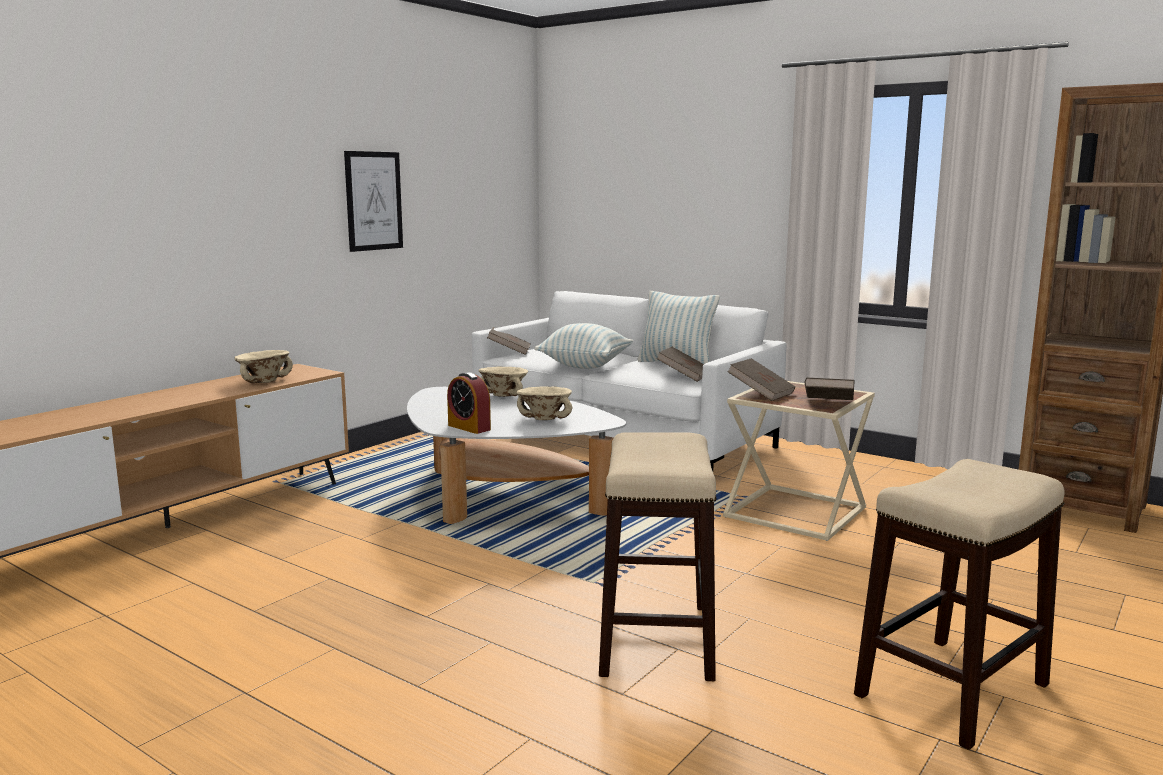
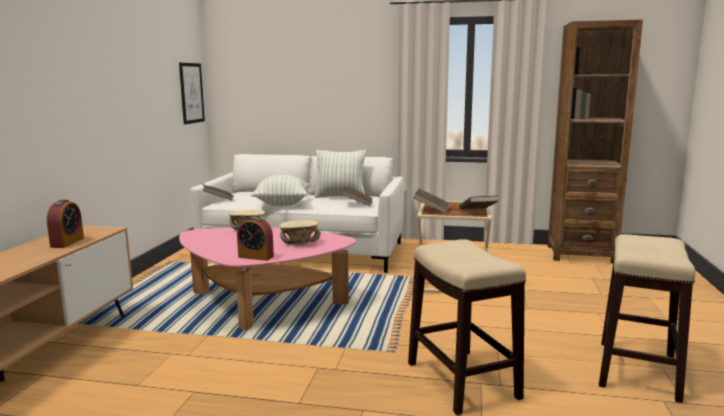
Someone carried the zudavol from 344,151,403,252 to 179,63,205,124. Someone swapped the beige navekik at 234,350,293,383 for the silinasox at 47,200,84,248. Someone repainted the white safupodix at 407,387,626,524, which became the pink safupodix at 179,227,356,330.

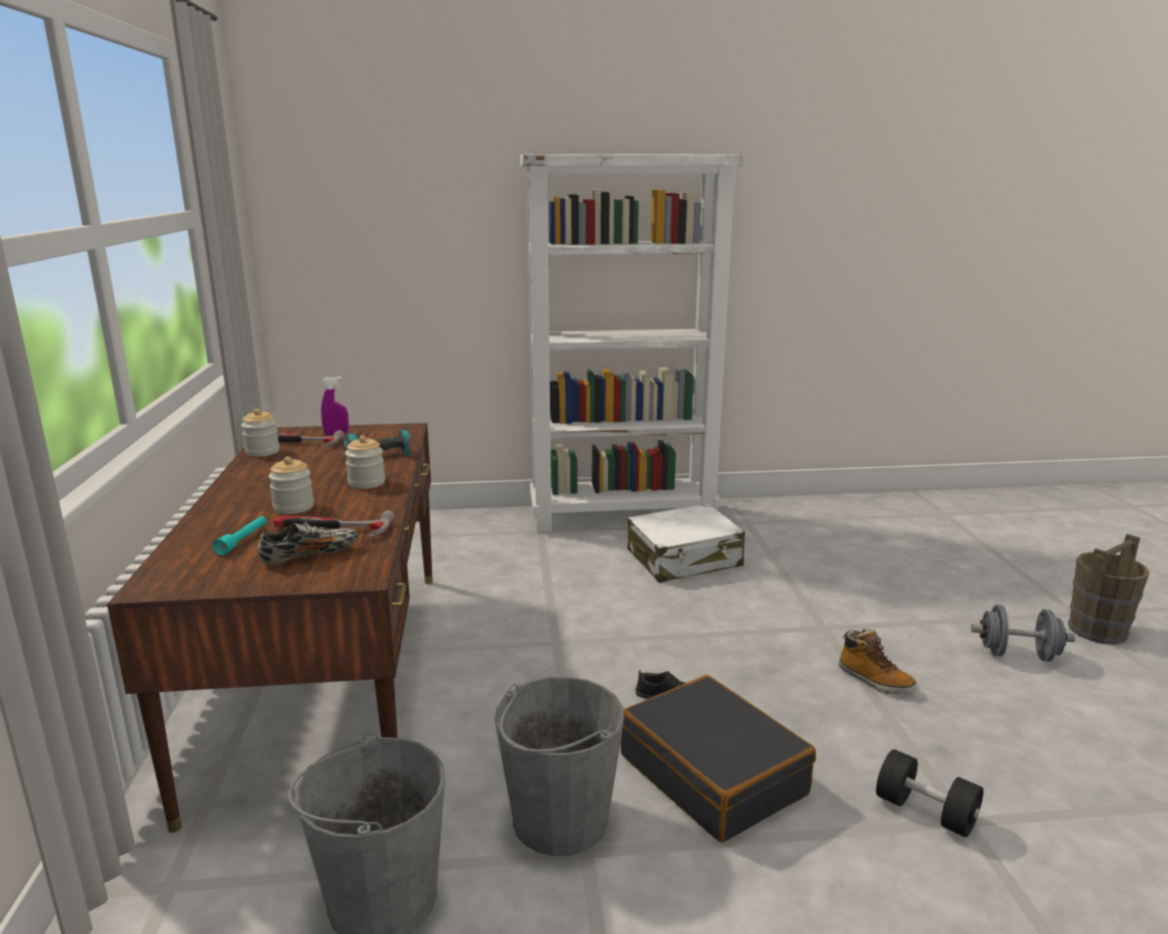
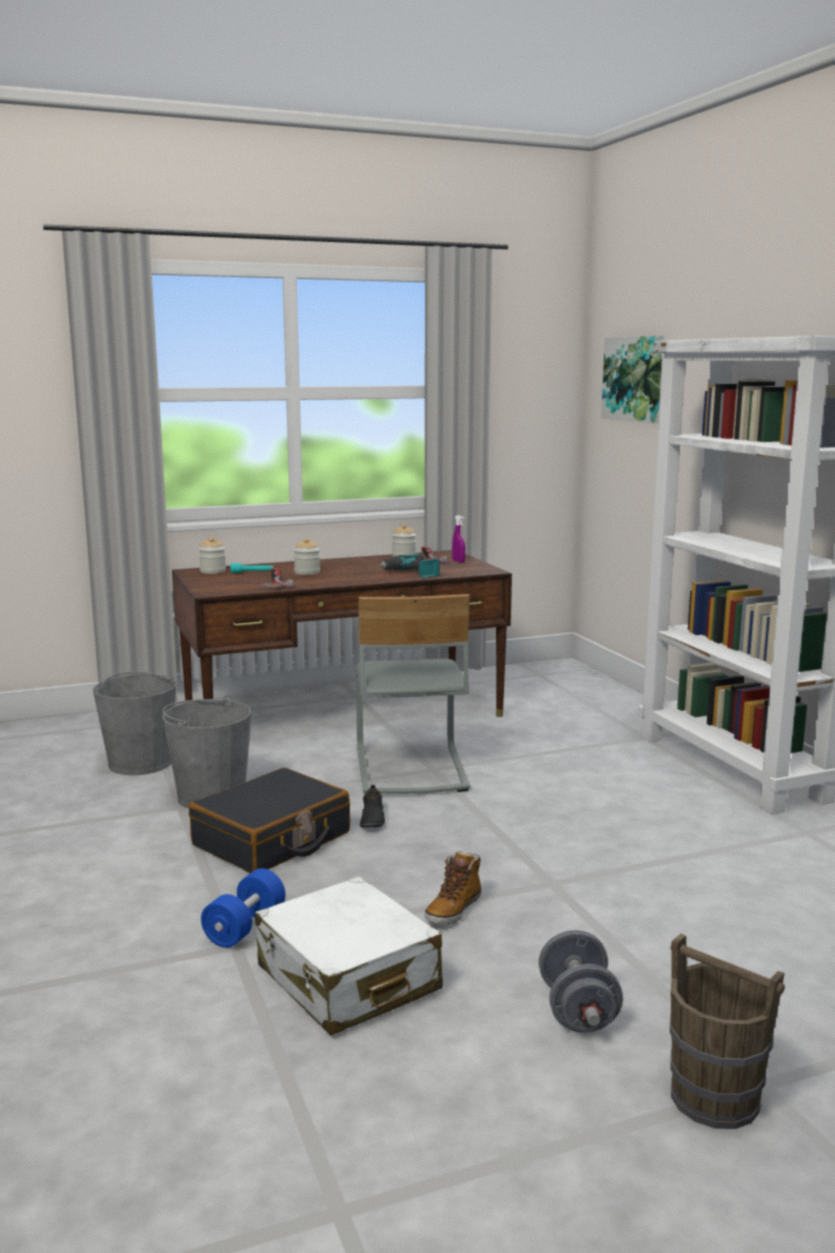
Someone carried the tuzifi from 345,436,385,489 to 199,537,226,574. Someone carried the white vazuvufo from 627,503,745,583 to 255,876,443,1035. Someone took away the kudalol at 258,522,358,565. Someone repainted the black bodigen at 876,749,984,838, which became the blue bodigen at 201,868,285,948. Someone put up the zudavol at 601,336,663,423. Someone put down the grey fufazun at 355,594,470,794.

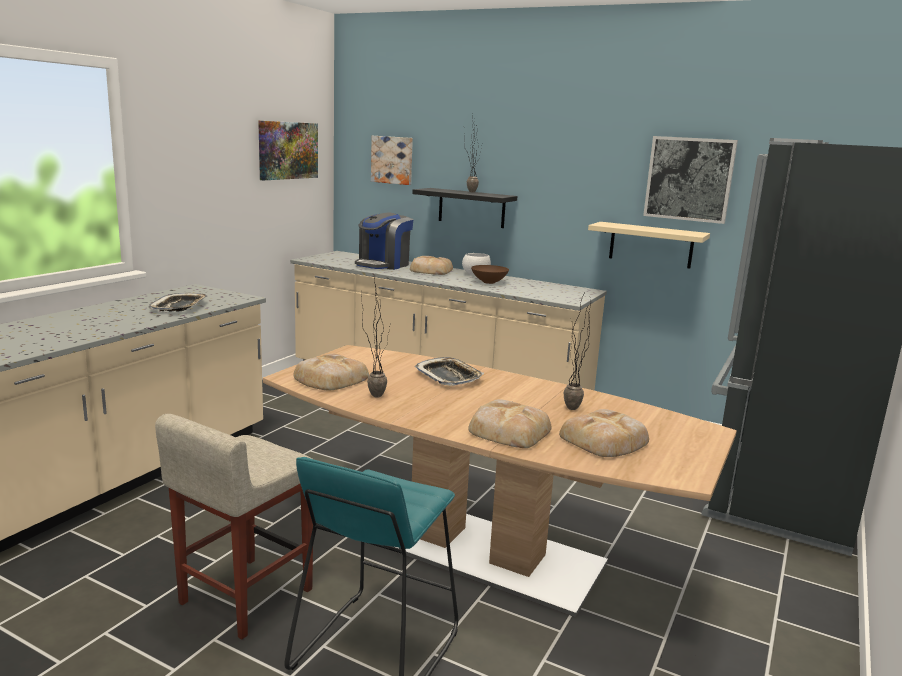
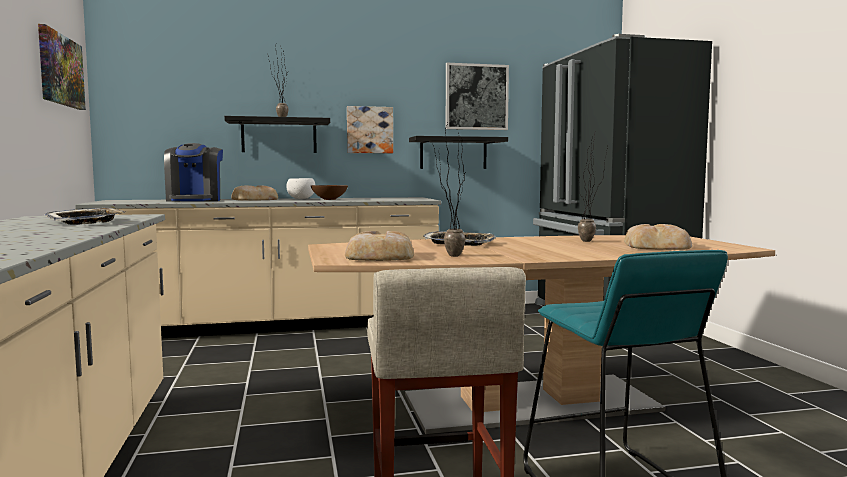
Someone carried the zudavol from 371,136,413,185 to 347,106,393,153. Someone repainted the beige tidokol at 588,222,710,268, which became the black tidokol at 409,136,508,169. Someone took away the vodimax at 468,399,551,448.

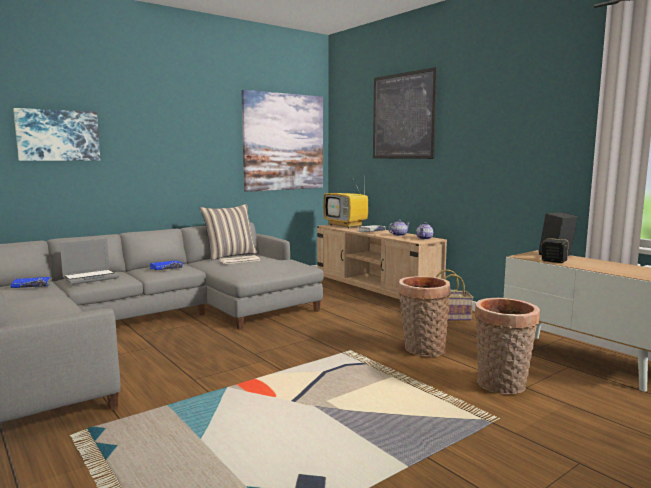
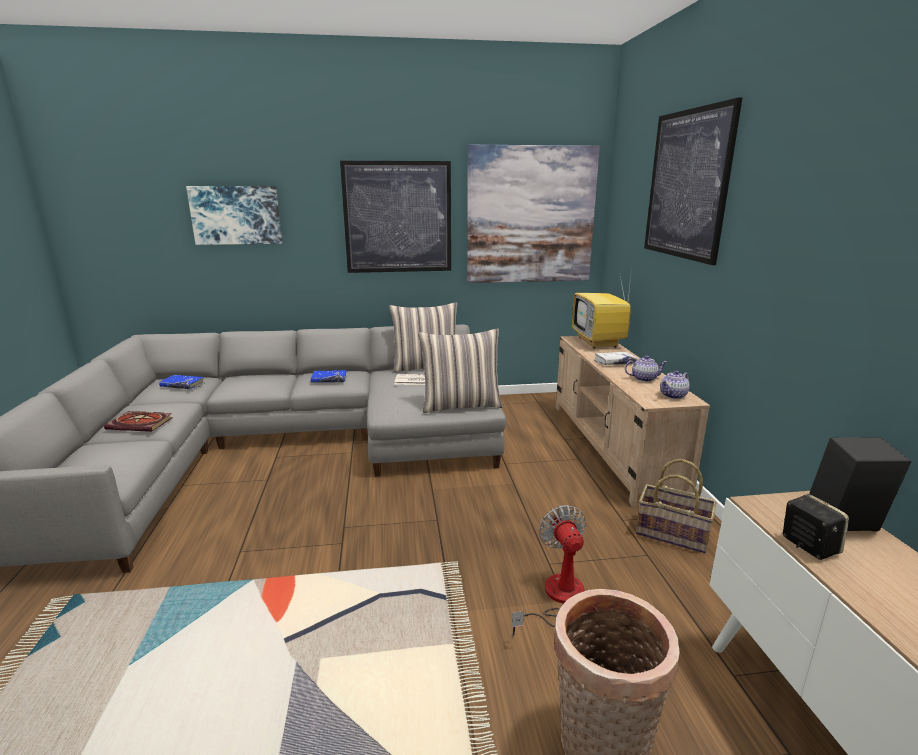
Someone took away the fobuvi at 60,239,119,285. Someone swapped the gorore at 398,276,451,357 for the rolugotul at 512,505,586,636. Someone put up the zudavol at 340,161,451,273. Someone put down the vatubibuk at 418,329,503,413. Someone put down the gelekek at 104,411,173,432.

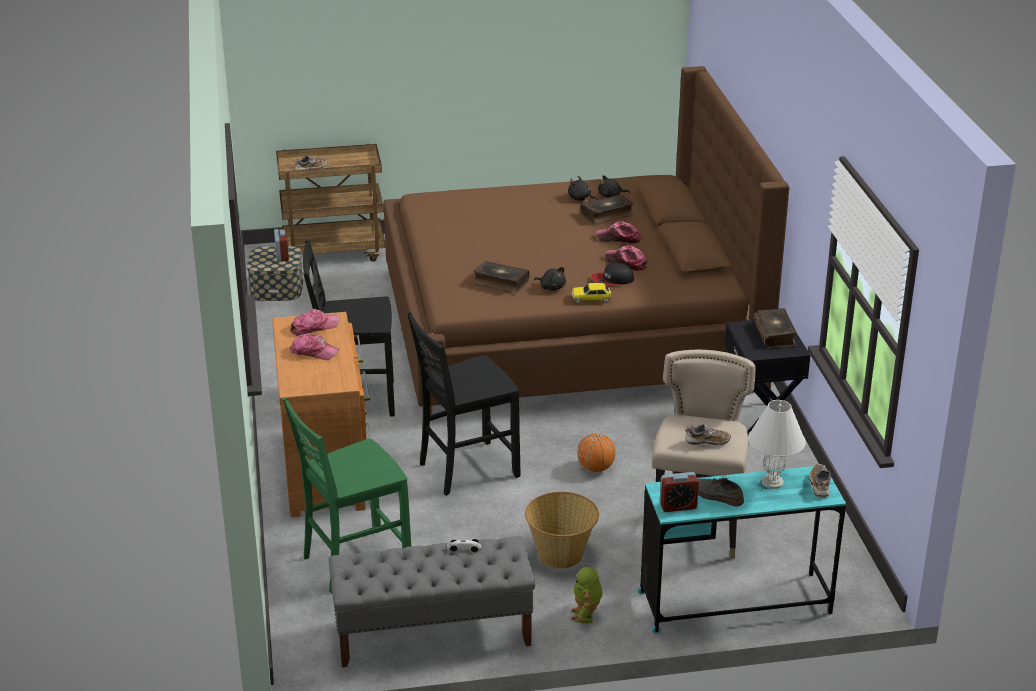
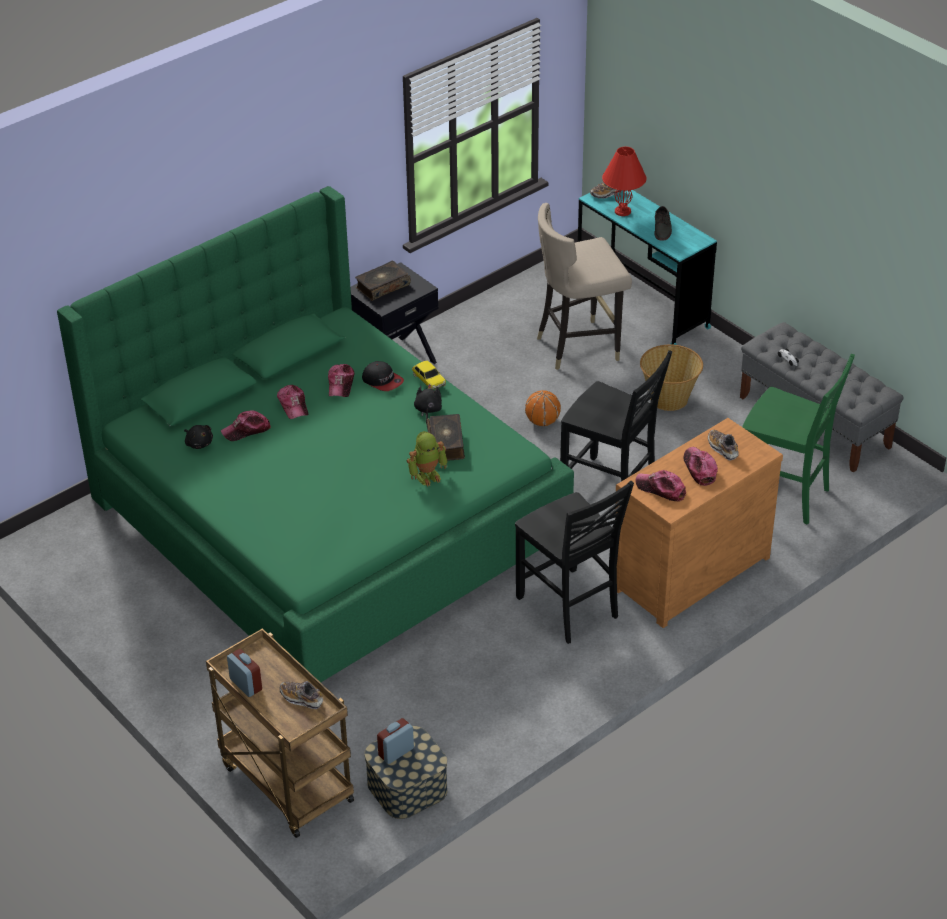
Someone repainted the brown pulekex at 383,66,789,415, which became the green pulekex at 57,186,574,682. Someone took away the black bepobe at 568,176,598,202. Someone swapped the gelekek at 580,194,634,225 for the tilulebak at 221,410,271,441. Someone repainted the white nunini at 748,400,806,489, which became the red nunini at 602,147,647,216. Someone carried the kudalol from 685,424,731,445 to 708,430,739,460. Someone carried the silinasox from 660,472,699,512 to 227,649,262,697. Someone carried the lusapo from 571,567,603,623 to 407,431,448,486.

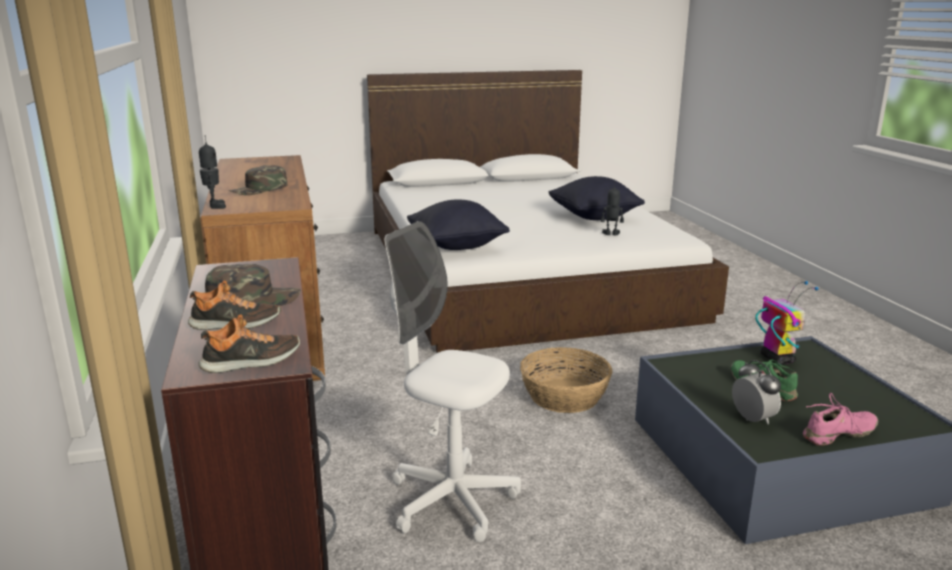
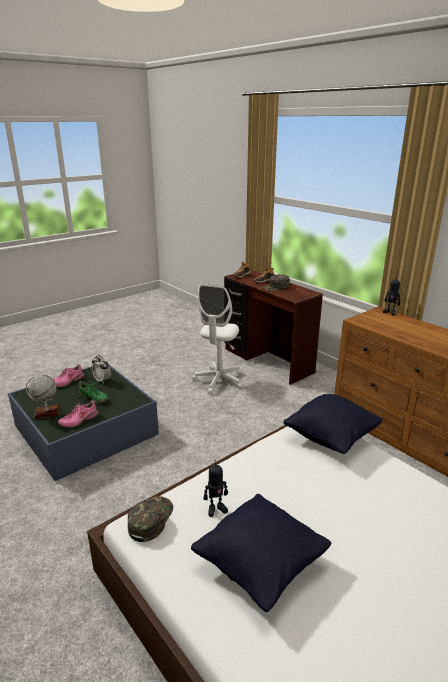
Someone carried the green tilulebak from 229,165,287,196 to 128,496,173,542. Someone rotated the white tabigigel at 385,221,521,542 by 105 degrees clockwise. Someone swapped the lusapo at 755,281,819,365 for the pink kudalol at 58,400,98,427. Someone took away the gorore at 520,347,613,413. Someone put down the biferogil at 26,375,60,419.

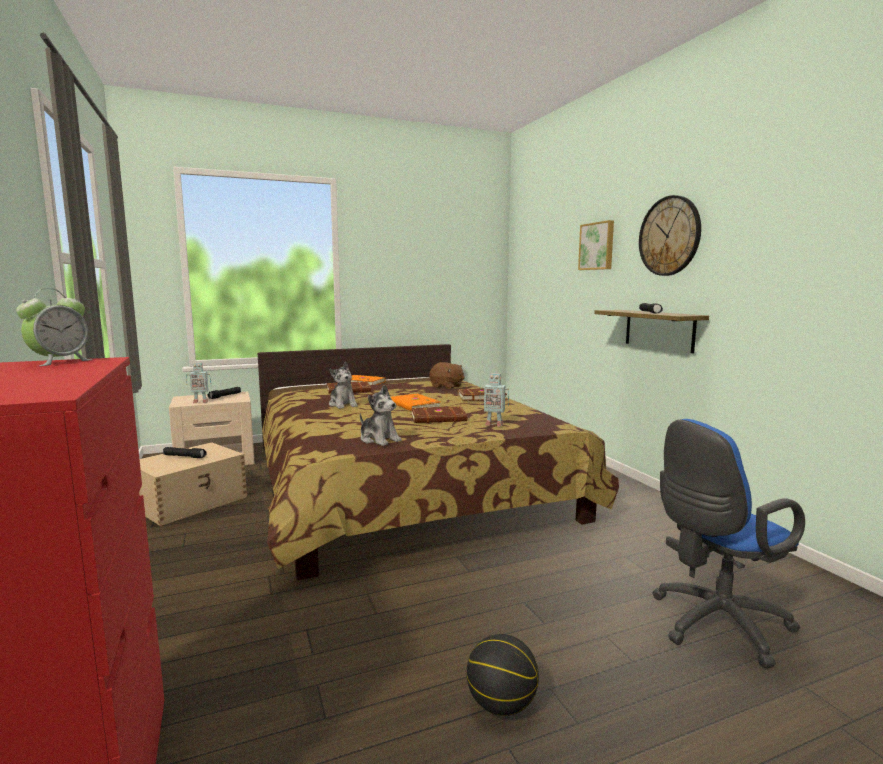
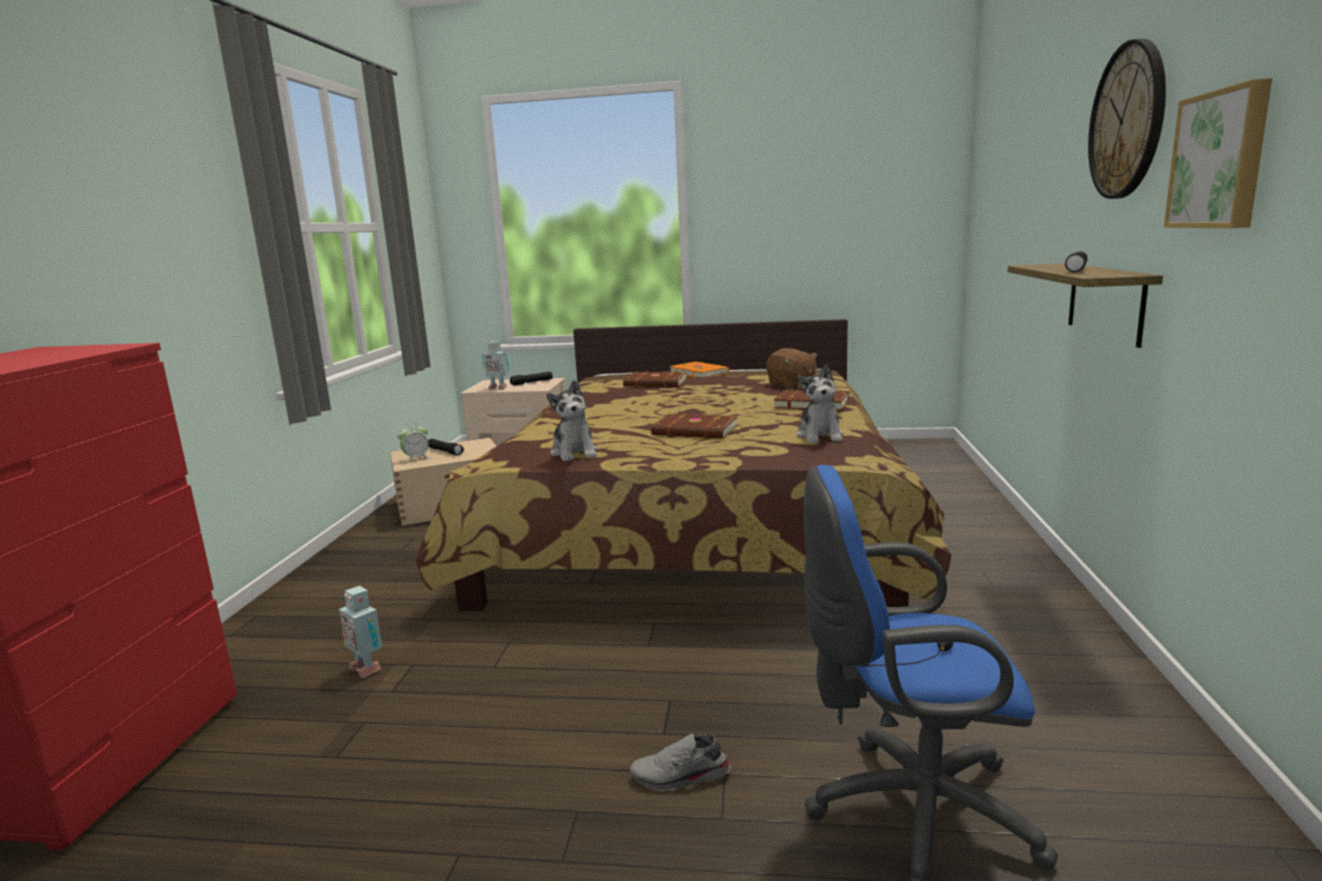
Someone carried the zudavol from 578,220,614,270 to 1164,78,1272,228. Someone carried the silinasox from 16,289,93,366 to 397,423,429,463. Someone carried the bepobe from 329,362,358,409 to 797,364,843,443. Someone carried the lusapo from 480,373,509,426 to 339,586,383,678. Someone took away the orange gelekek at 391,393,440,411. Someone took away the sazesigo at 467,634,539,716. Someone put down the grey kudalol at 630,733,731,792.

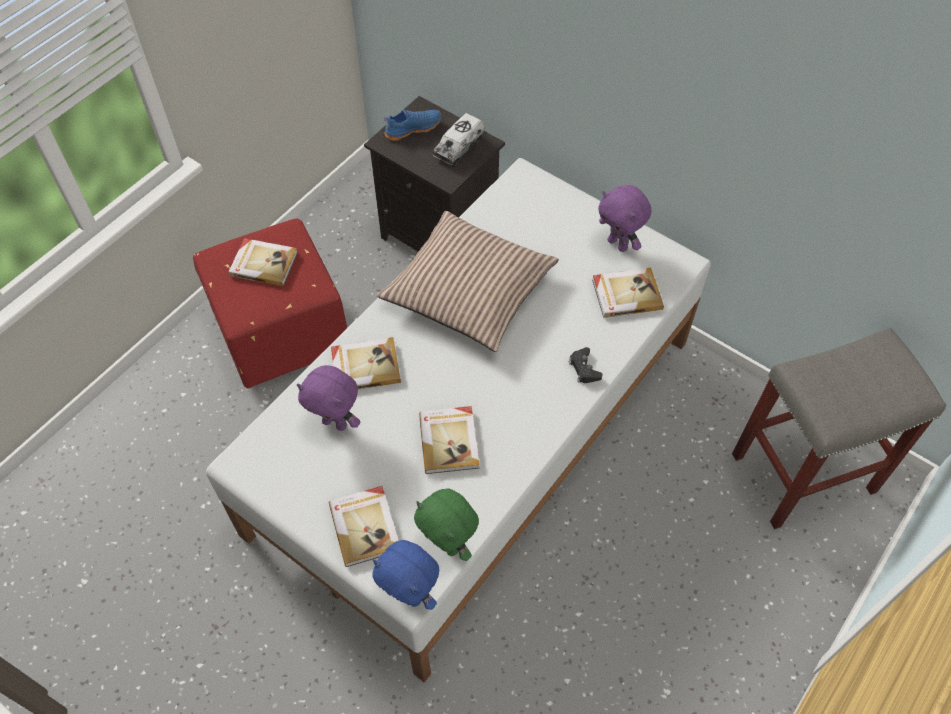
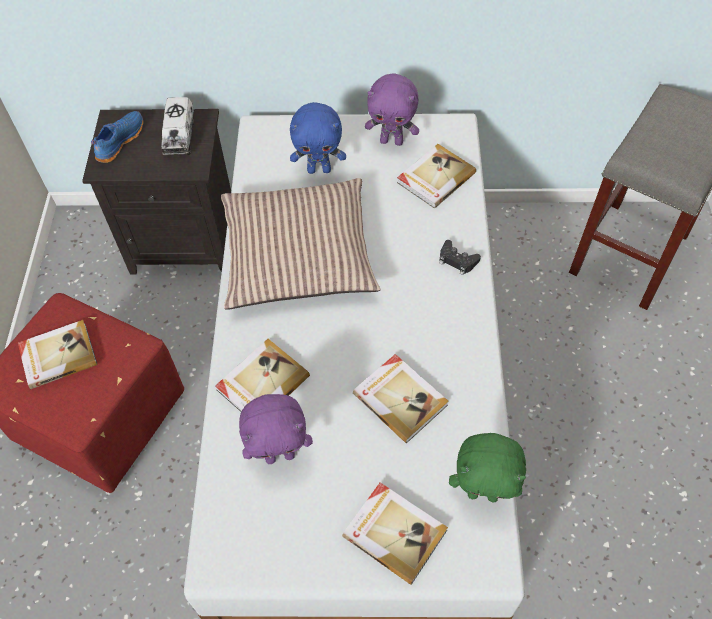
Someone carried the blue bepobe from 372,540,439,610 to 290,102,346,174.

